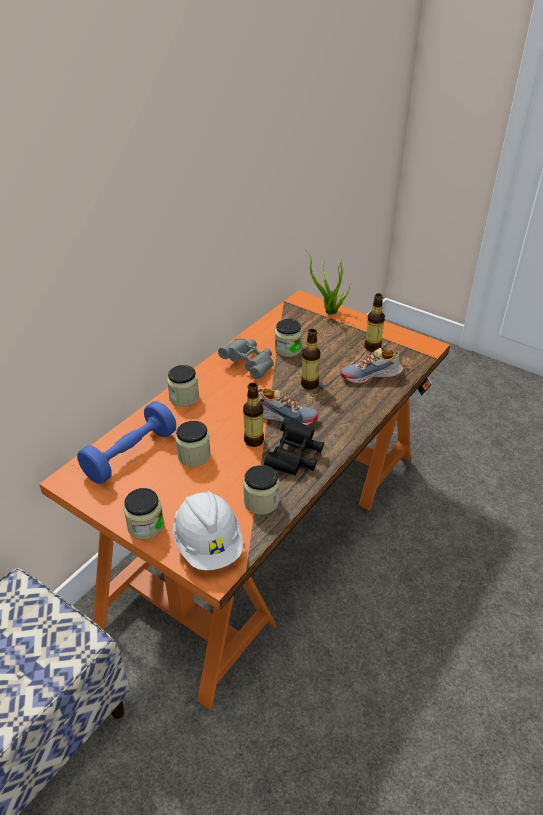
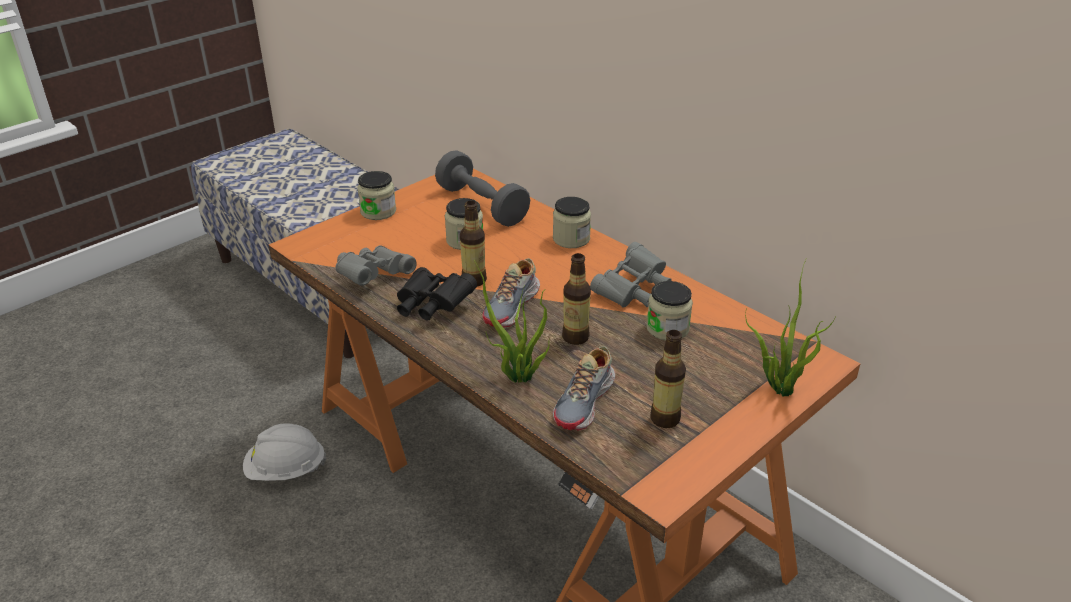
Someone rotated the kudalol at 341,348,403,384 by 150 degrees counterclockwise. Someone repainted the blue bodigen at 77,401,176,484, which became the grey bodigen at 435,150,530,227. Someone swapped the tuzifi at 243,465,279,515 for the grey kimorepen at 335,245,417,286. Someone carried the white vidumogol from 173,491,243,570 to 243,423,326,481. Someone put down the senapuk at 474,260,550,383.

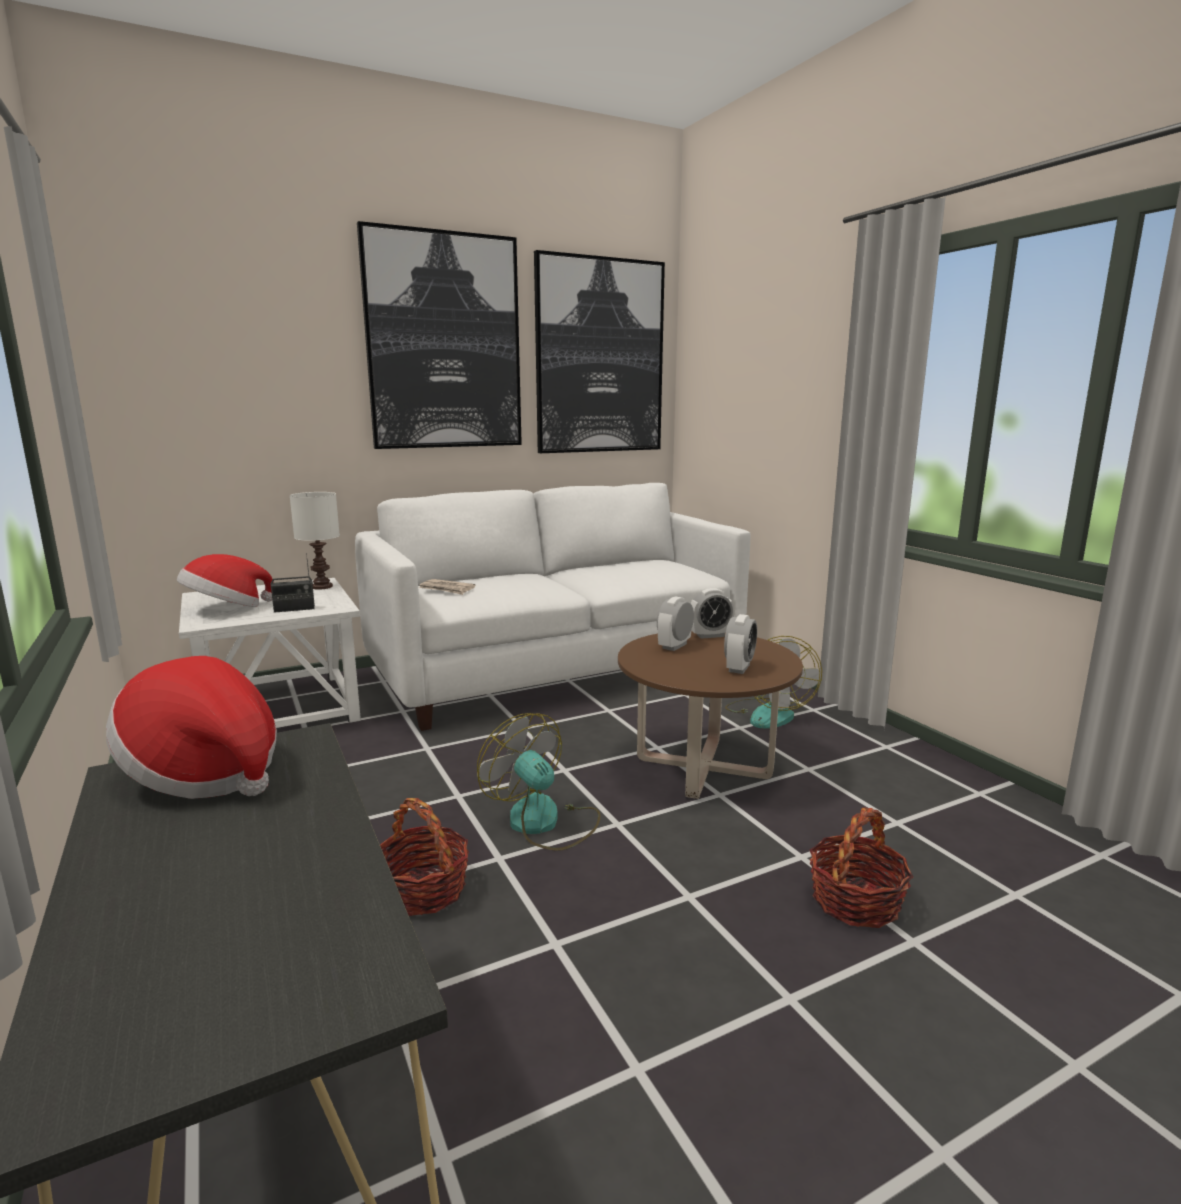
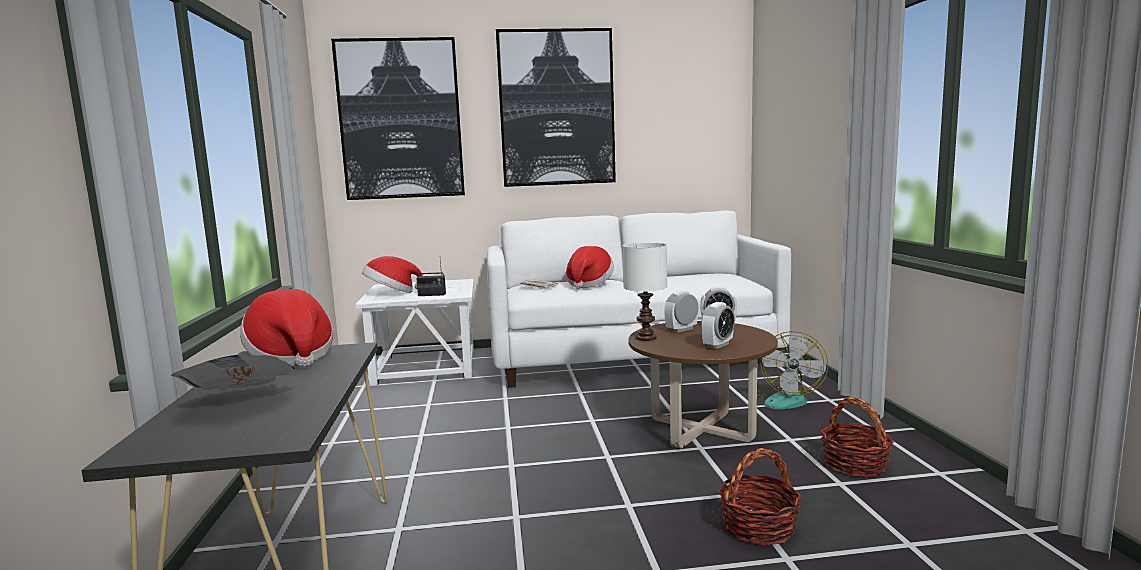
Someone carried the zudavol from 534,250,665,453 to 331,37,465,200. Someone carried the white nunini from 289,492,340,590 to 623,242,667,341. Someone took away the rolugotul at 477,713,601,851. Someone carried the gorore from 380,798,469,916 to 821,398,894,477. Someone put down the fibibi at 566,246,614,289. Someone put down the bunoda at 171,355,295,390.

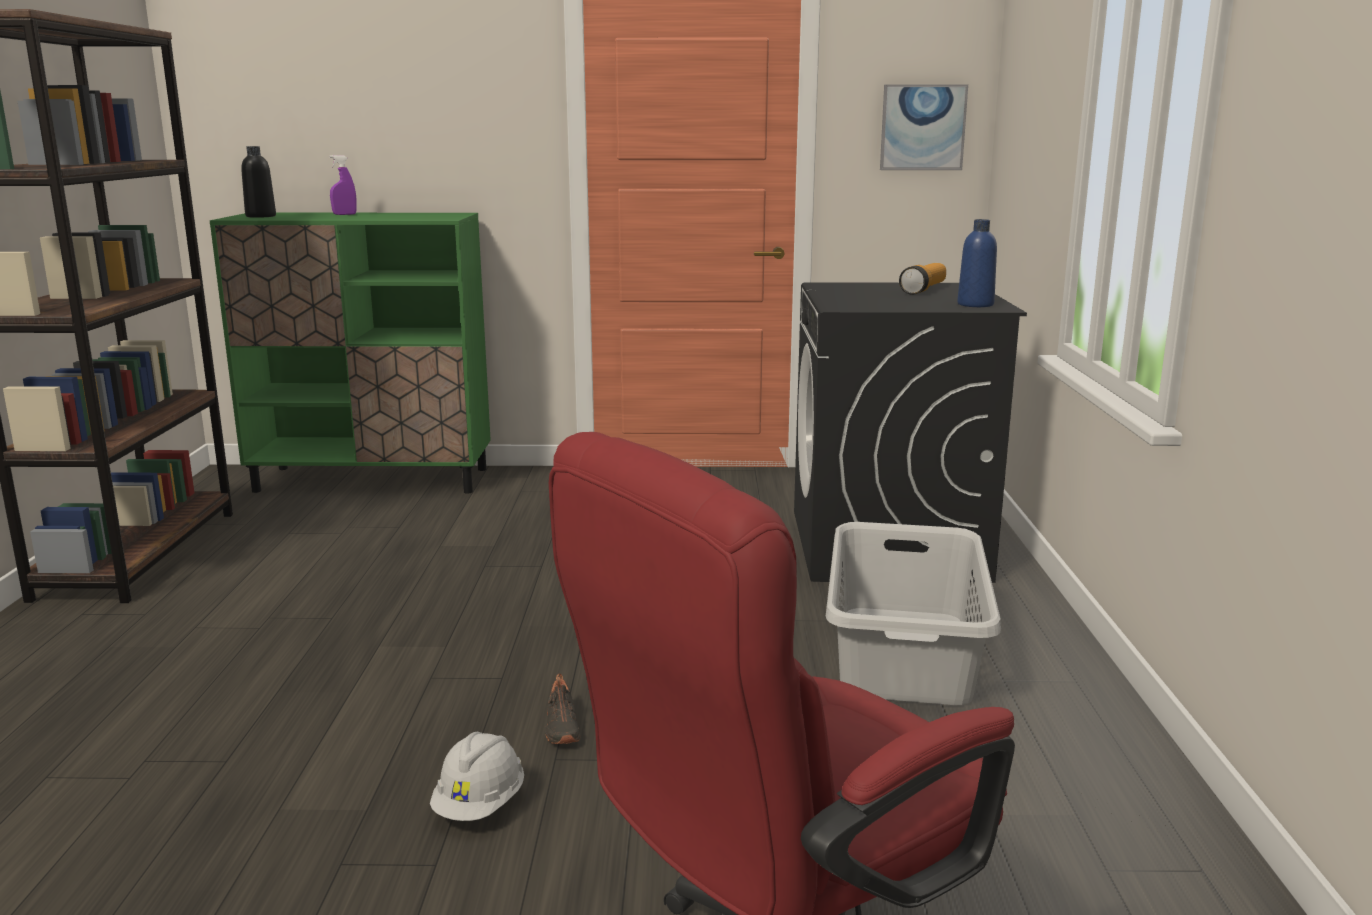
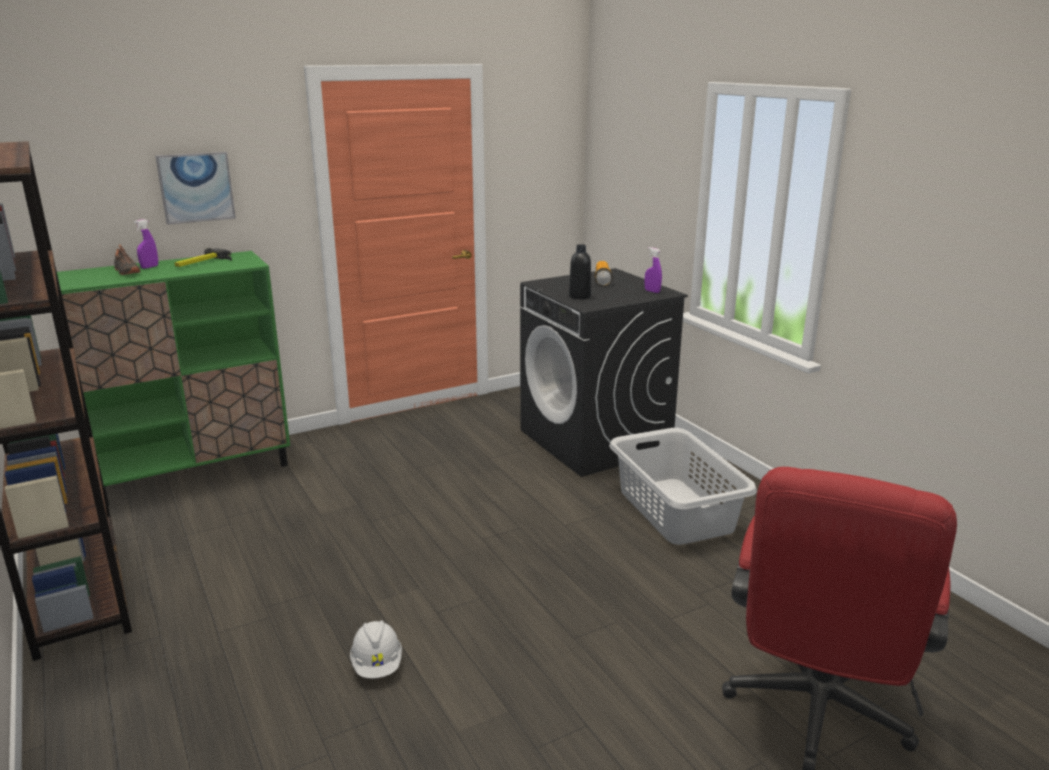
Someone carried the zudavol from 880,84,968,170 to 155,152,236,225. Someone carried the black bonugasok from 241,146,276,218 to 569,245,591,299. Someone swapped the blue bonugasok at 957,219,997,307 for the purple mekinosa at 645,247,662,293. Someone carried the black kudalol from 546,673,580,744 to 114,244,140,275. Someone carried the white vidumogol from 430,732,524,821 to 350,620,402,678. Someone put down the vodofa at 175,248,232,267.

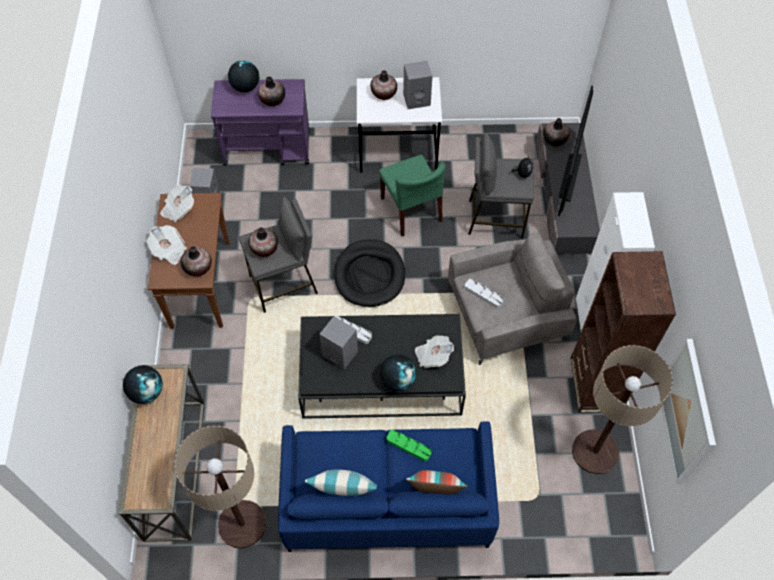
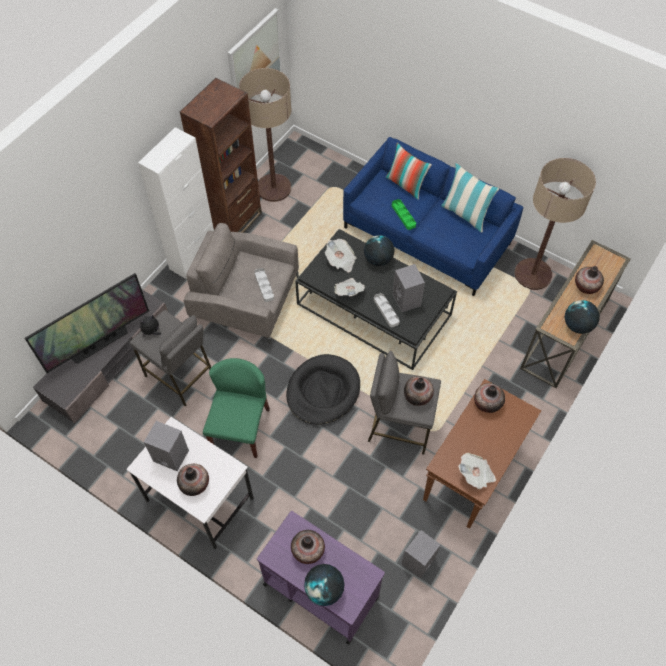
Someone carried the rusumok from 543,118,569,147 to 575,266,604,294. Someone carried the bunoda from 147,225,187,265 to 334,278,365,296.

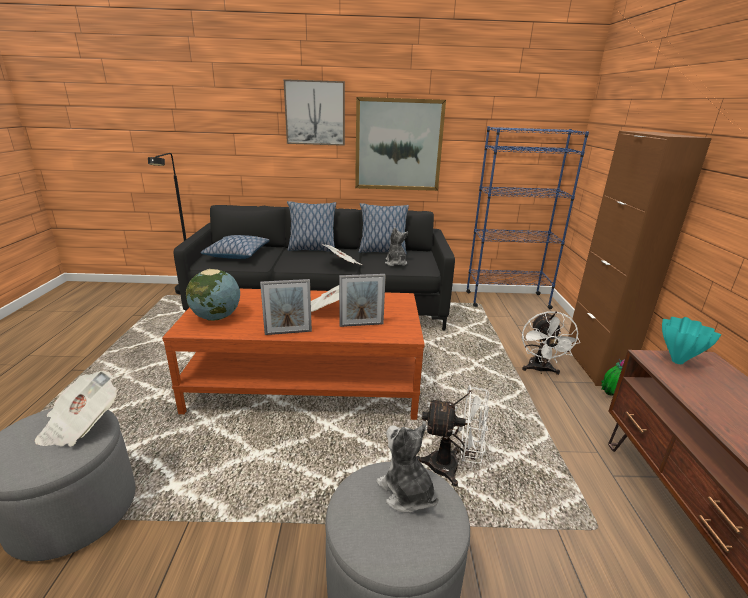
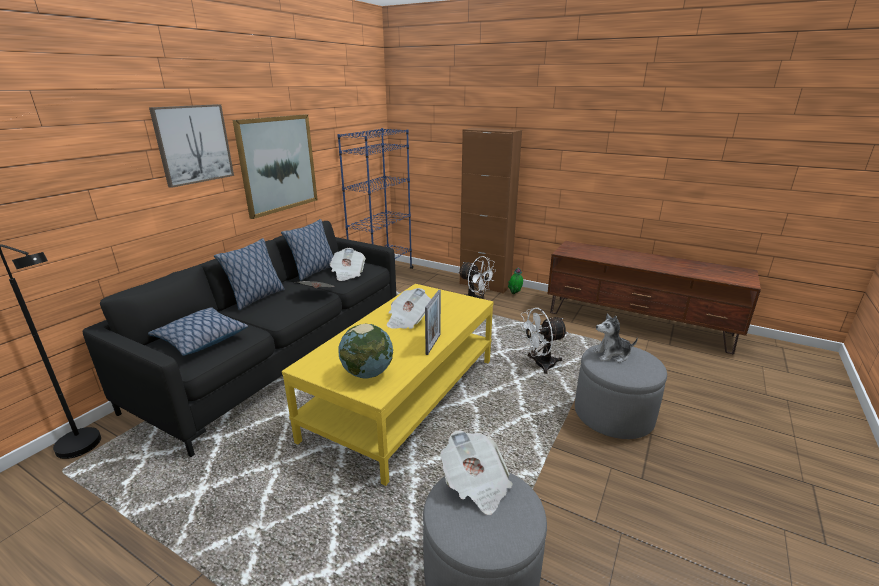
Someone swapped the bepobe at 385,227,408,266 for the bunoda at 330,248,366,281. Someone took away the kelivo at 339,274,386,327. Someone repainted the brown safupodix at 162,289,425,420, which became the yellow safupodix at 282,284,494,486. Someone took away the turquoise rusumok at 662,317,721,364. Someone rotated the white rolugotul at 416,385,489,487 by 150 degrees counterclockwise.

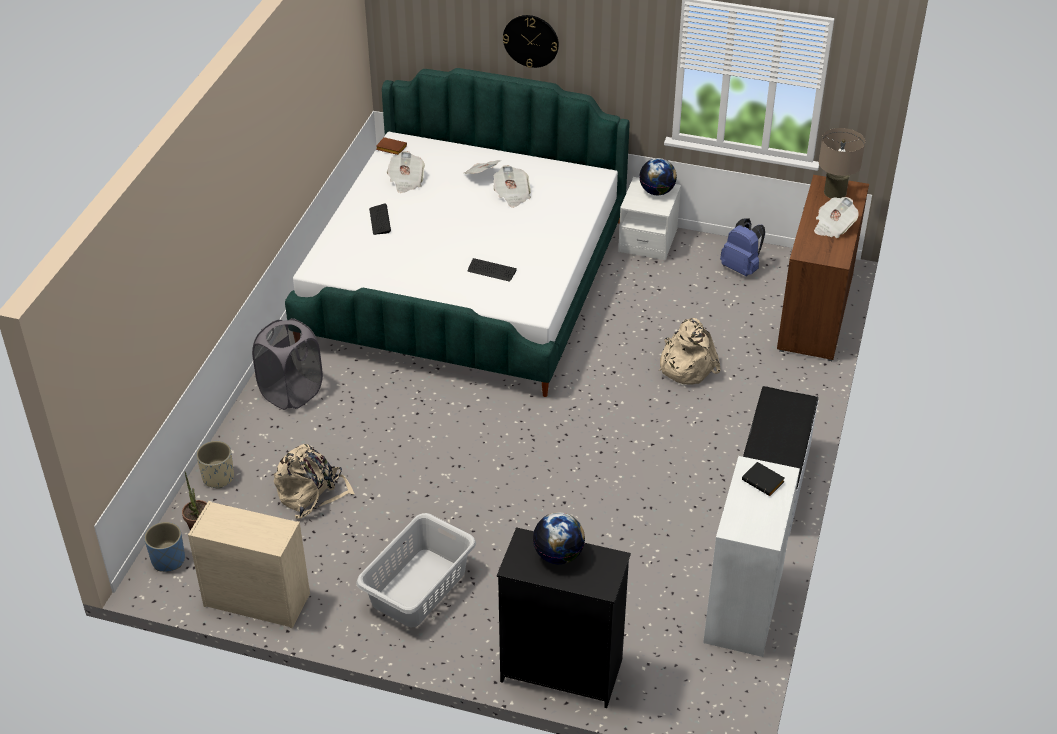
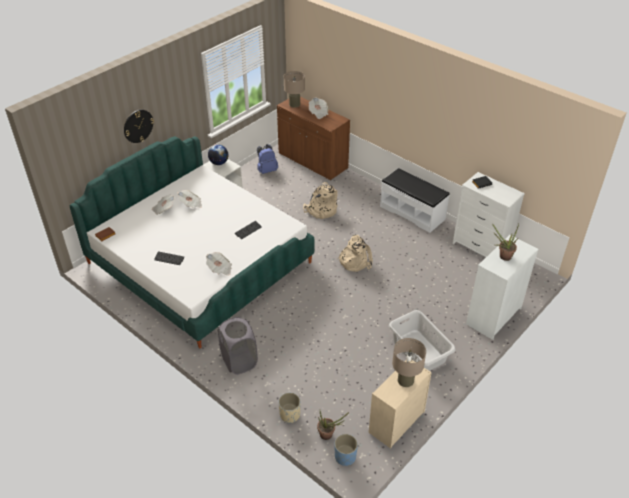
Someone carried the bunoda from 387,151,425,193 to 206,252,232,276. Someone carried the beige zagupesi from 274,444,355,519 to 338,235,373,272. Someone swapped the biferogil at 533,512,585,564 for the senapuk at 492,223,519,261. Someone repainted the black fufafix at 497,527,631,708, which became the white fufafix at 466,235,538,340. Someone put down the beige nunini at 392,338,426,387.

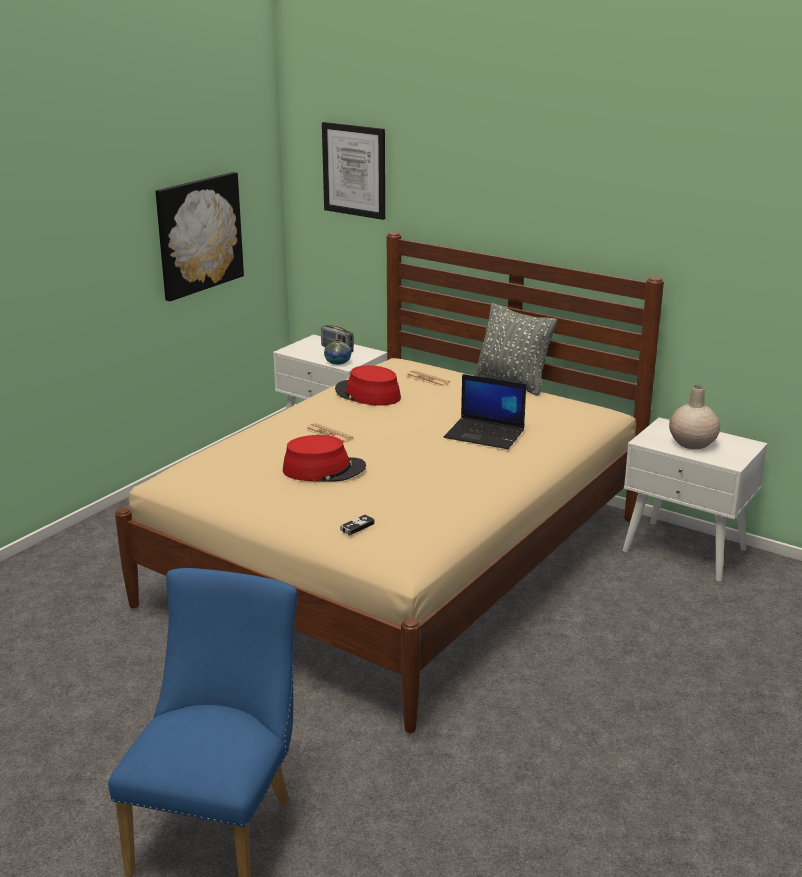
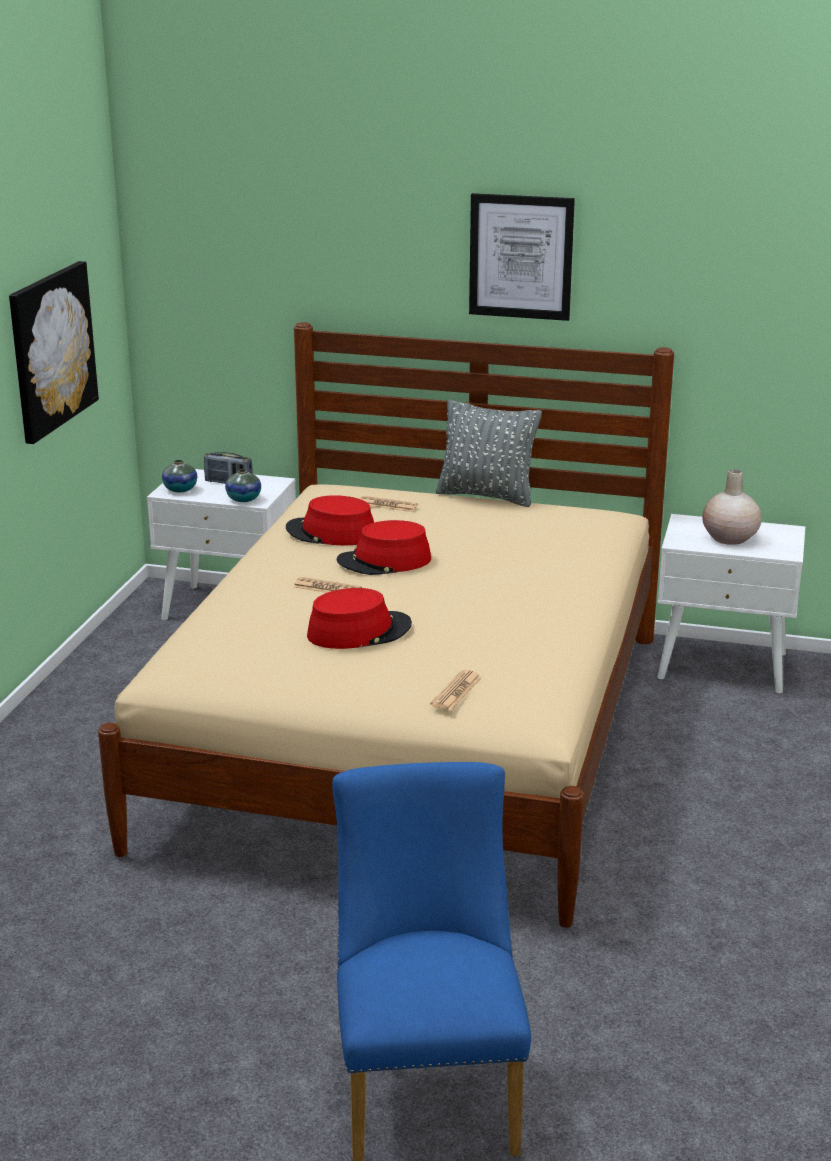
Someone carried the zudavol from 322,122,385,220 to 469,193,575,321. Someone took away the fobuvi at 444,374,526,449. Someone swapped the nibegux at 340,514,375,535 for the bunoda at 430,670,482,711. Someone put down the rusumok at 162,460,197,492. Someone put down the red fibibi at 337,520,431,575.

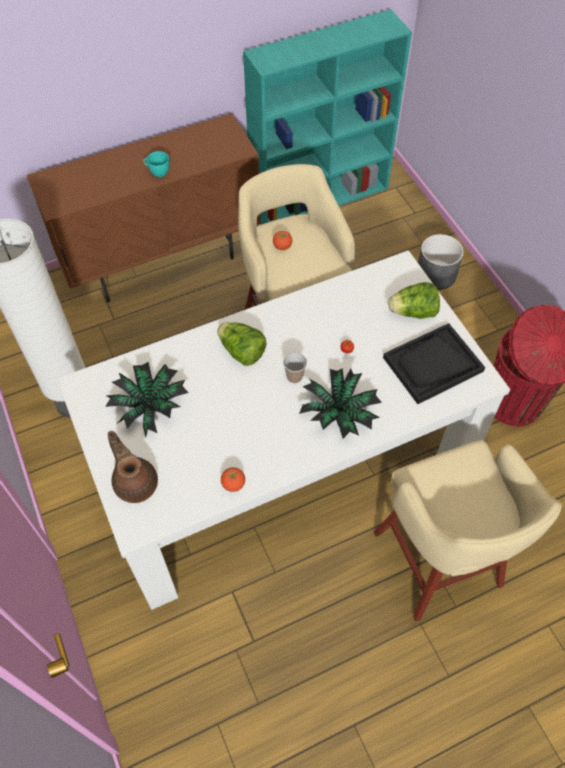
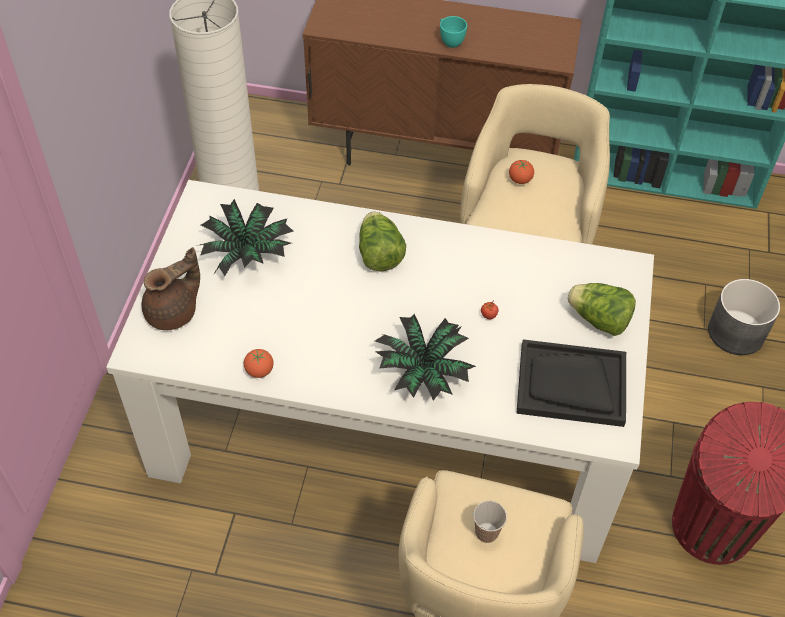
Someone carried the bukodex from 283,352,307,383 to 473,501,507,543. Someone rotated the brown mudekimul at 108,431,158,503 by 45 degrees clockwise.

